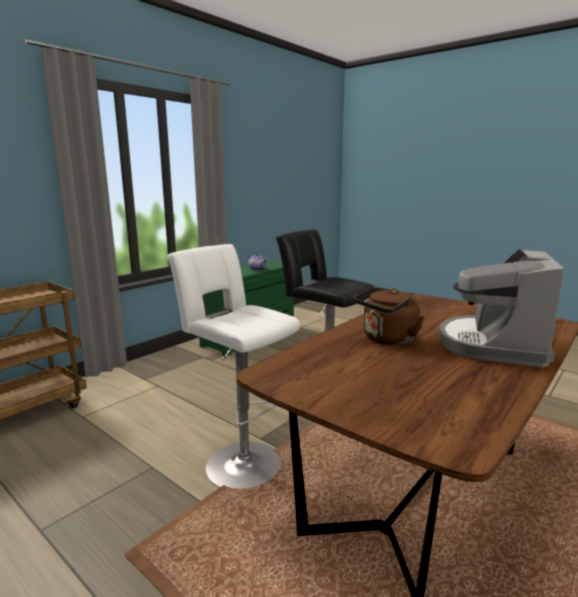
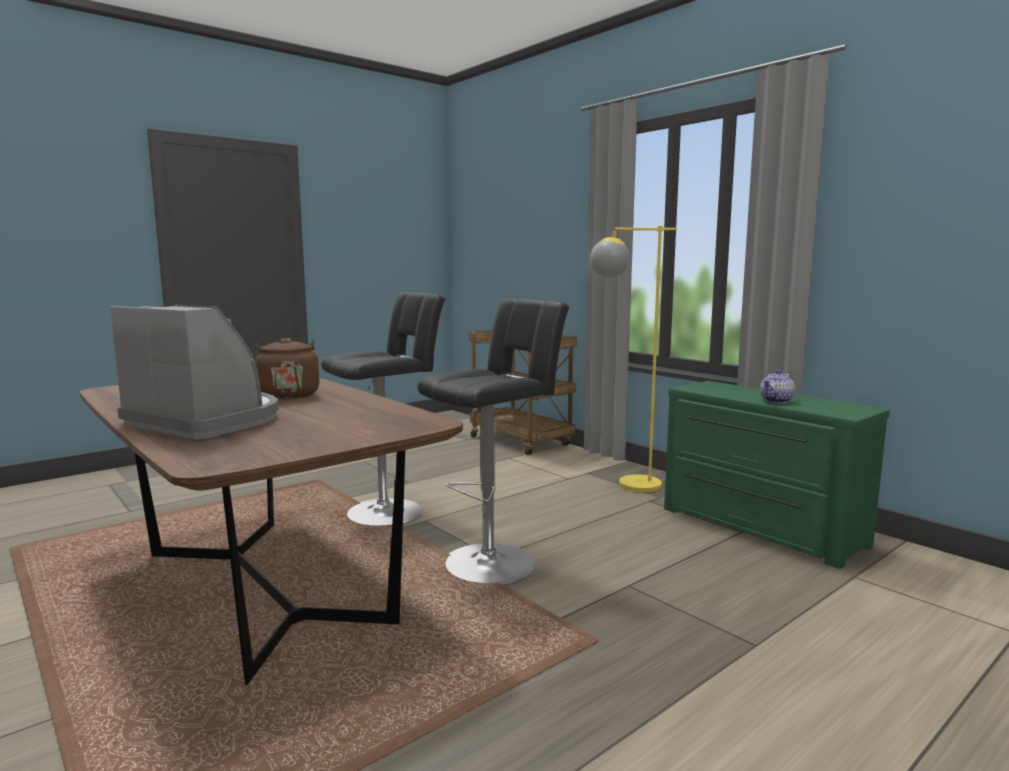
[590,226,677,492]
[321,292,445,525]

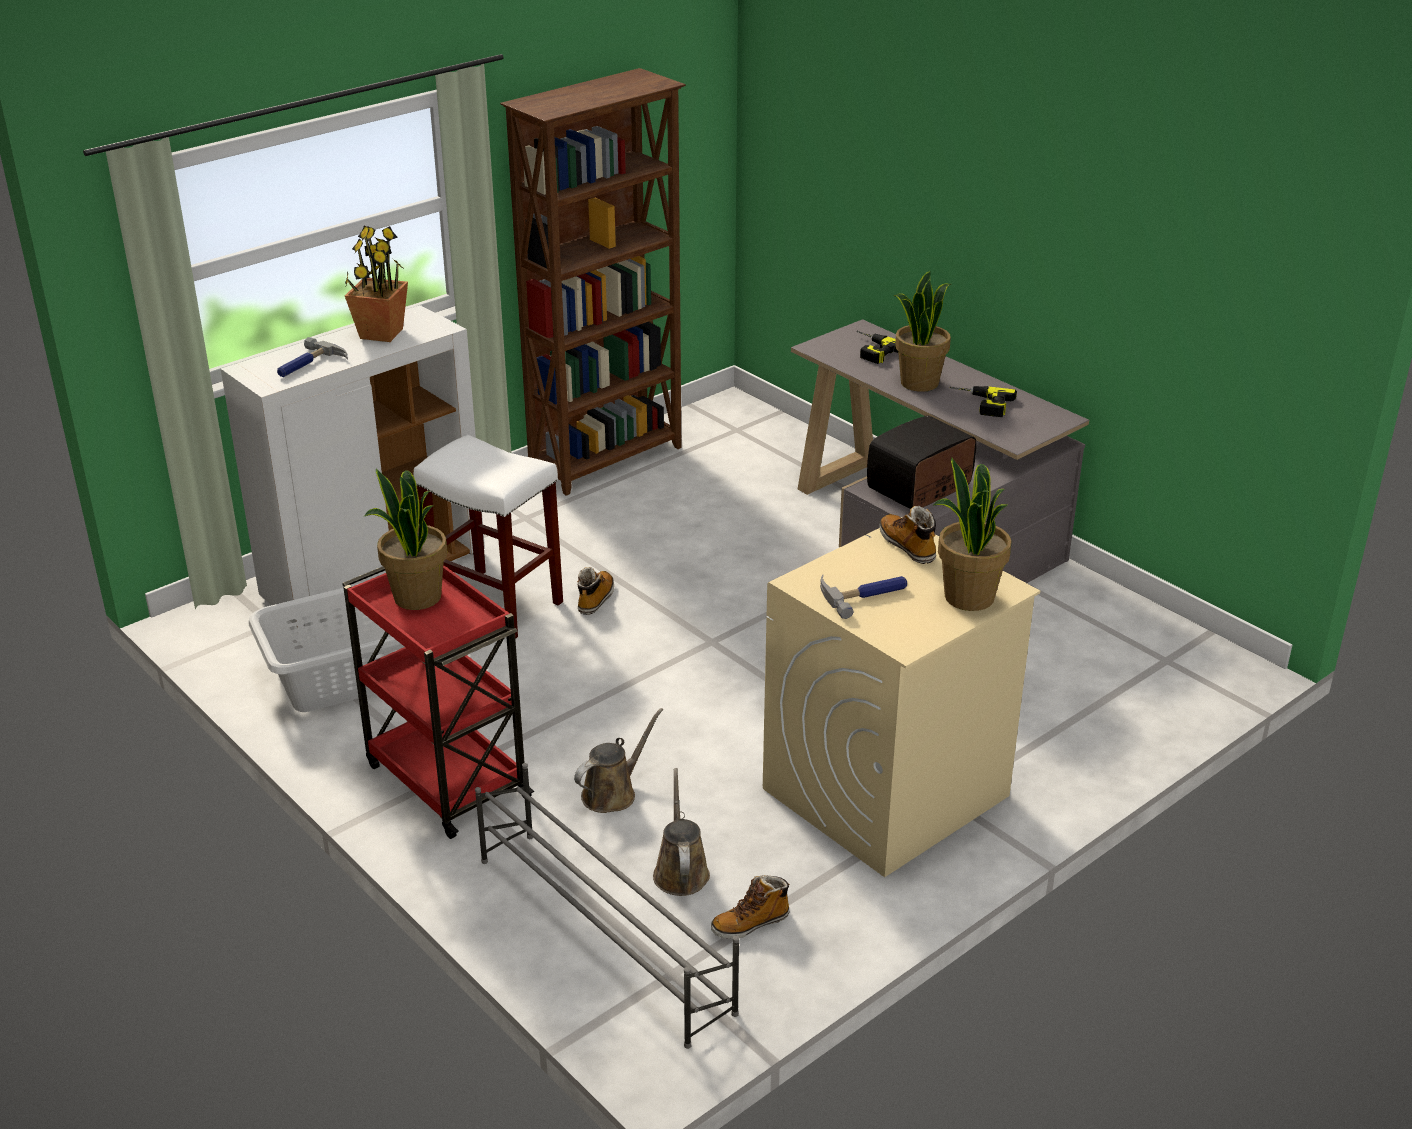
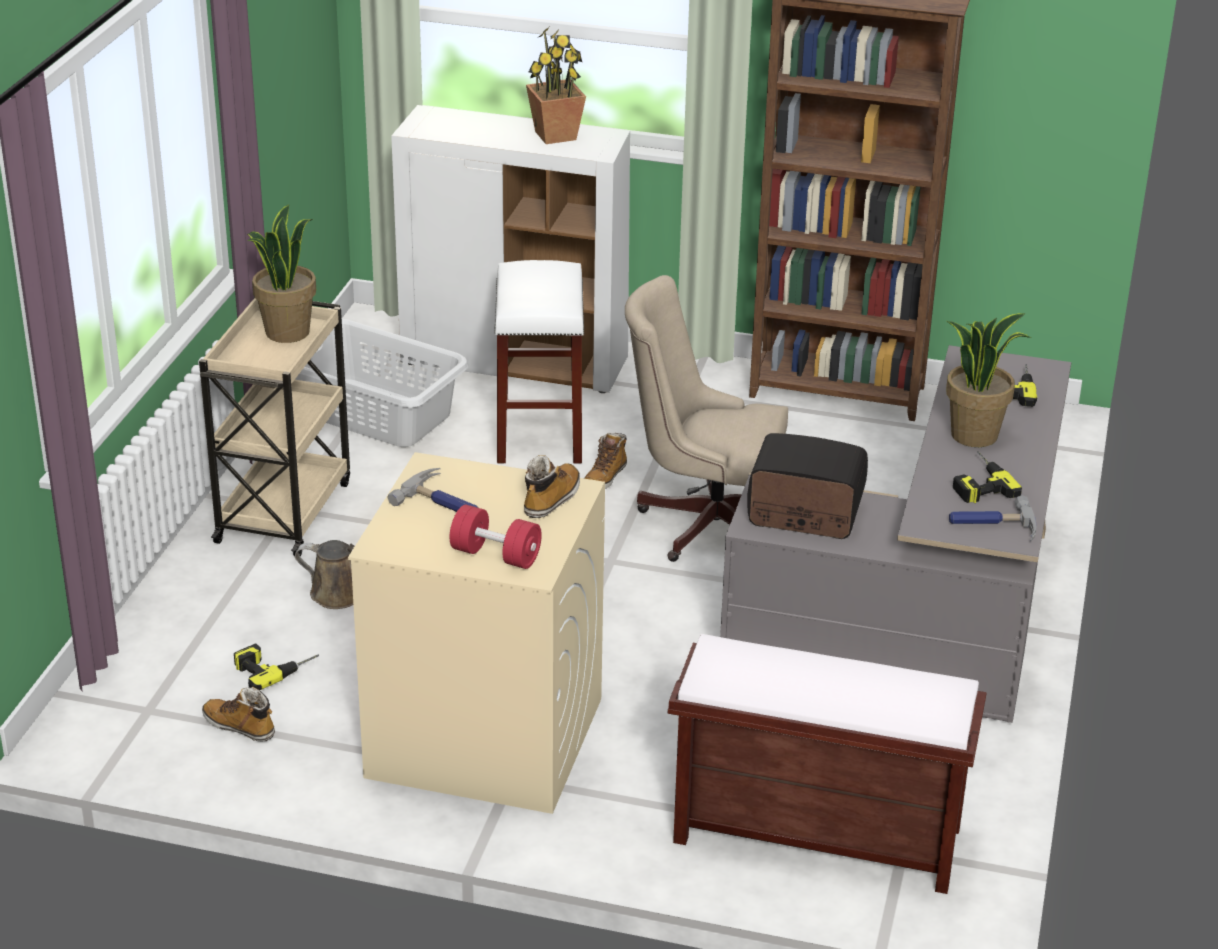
[475,763,739,1049] (first image)
[625,275,788,562]
[668,634,987,894]
[949,495,1036,541]
[234,643,319,690]
[450,505,542,569]
[199,297,350,556]
[584,433,627,489]

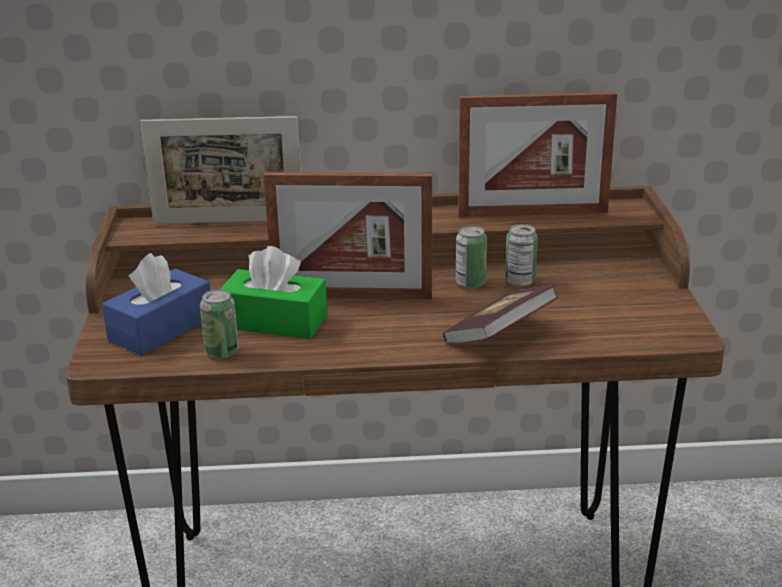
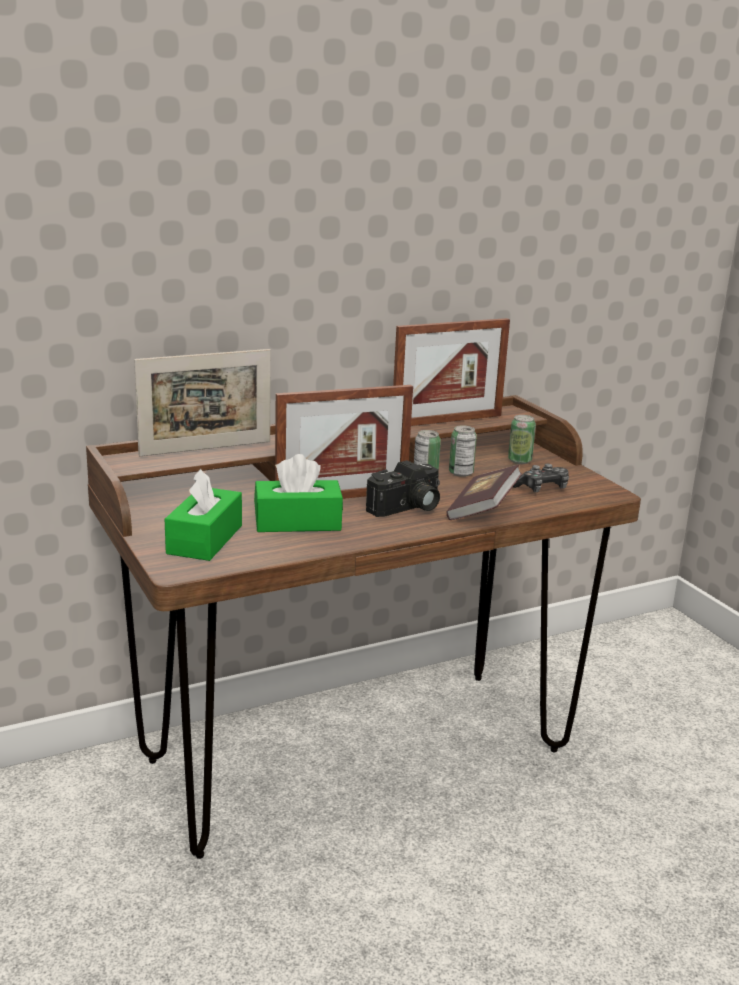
[366,460,440,517]
[513,464,569,492]
[508,415,536,464]
[165,469,242,561]

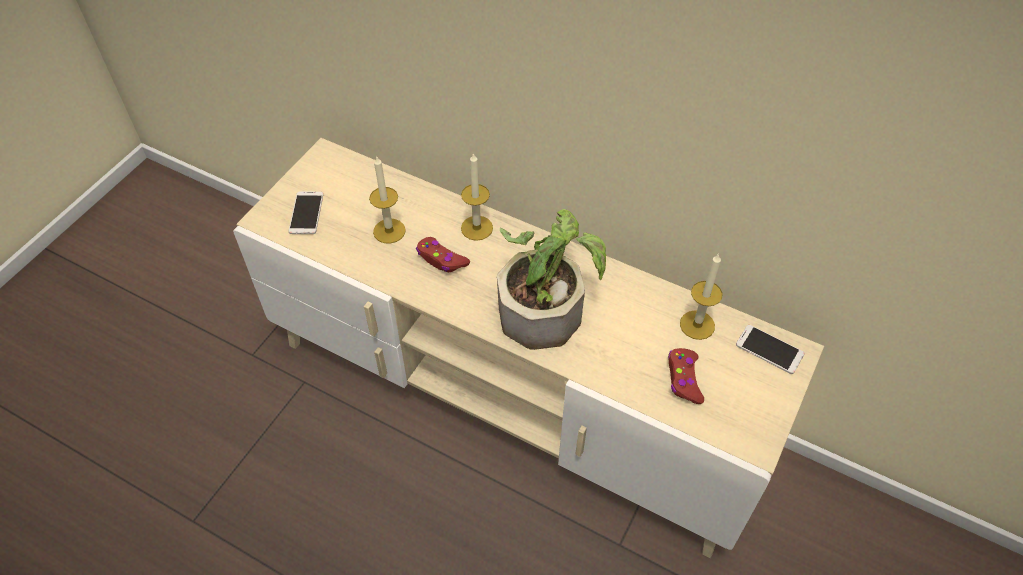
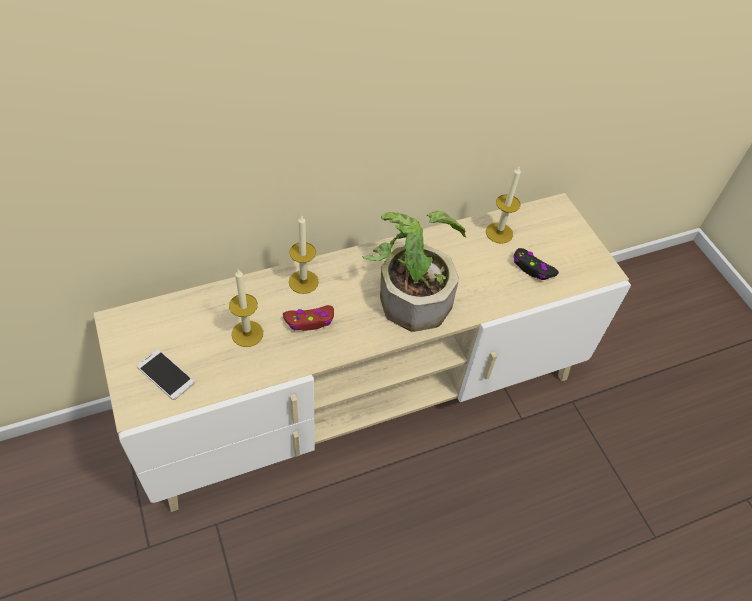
[736,325,804,374] (first image)
[514,248,559,280]

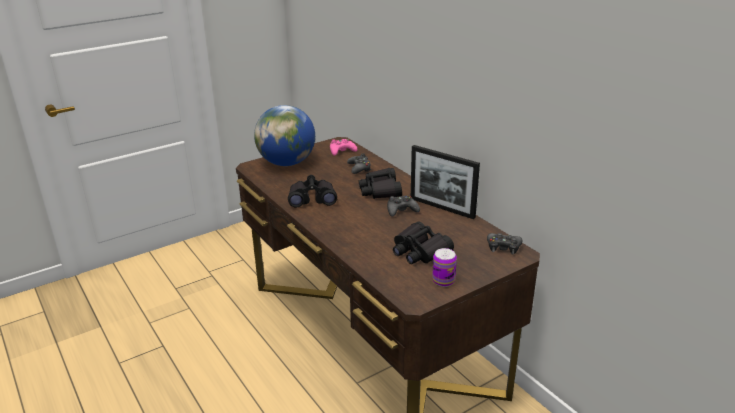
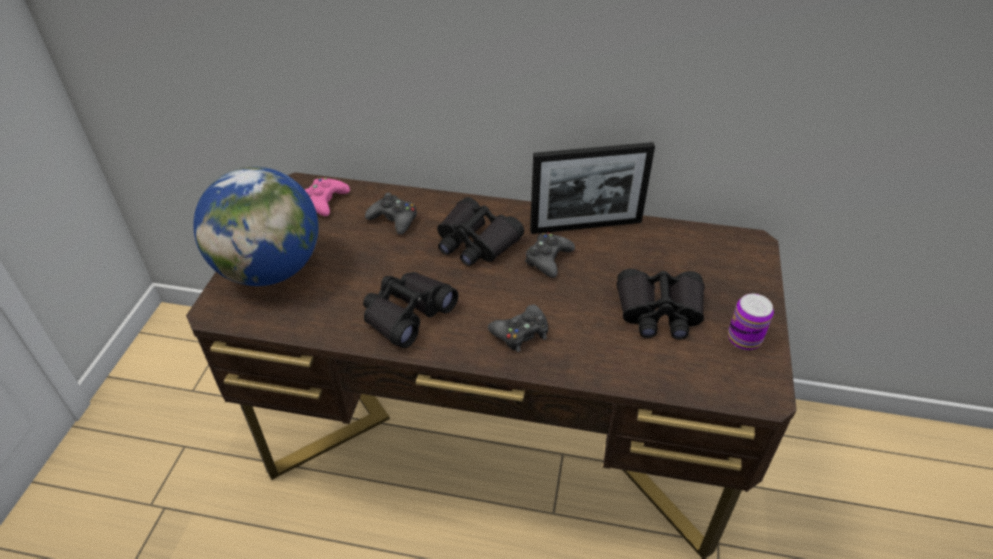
[488,305,548,352]

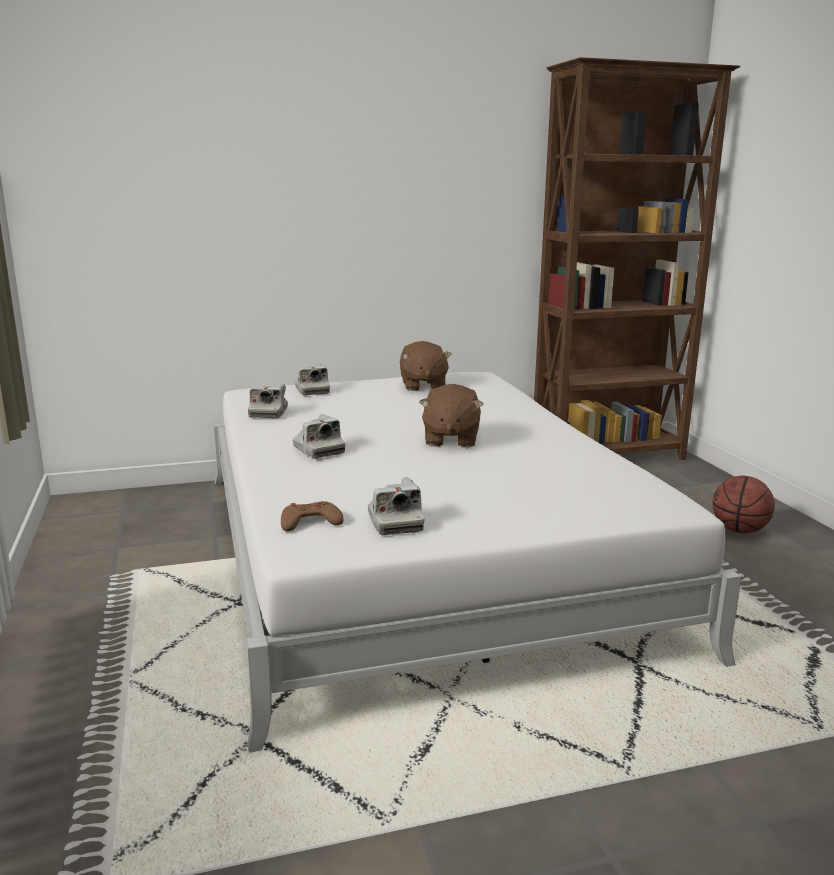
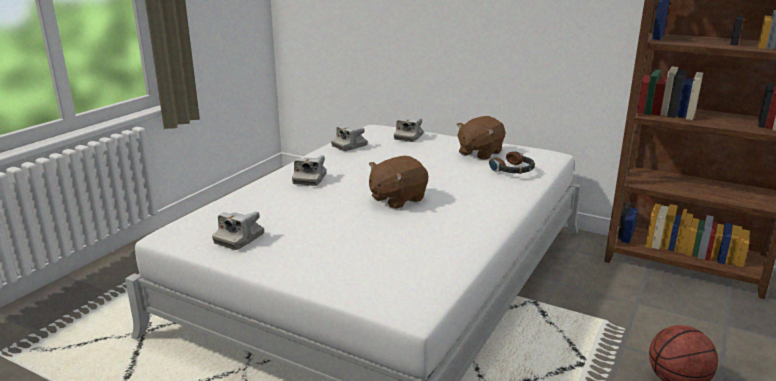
[281,501,343,531] (first image)
[489,151,535,174]

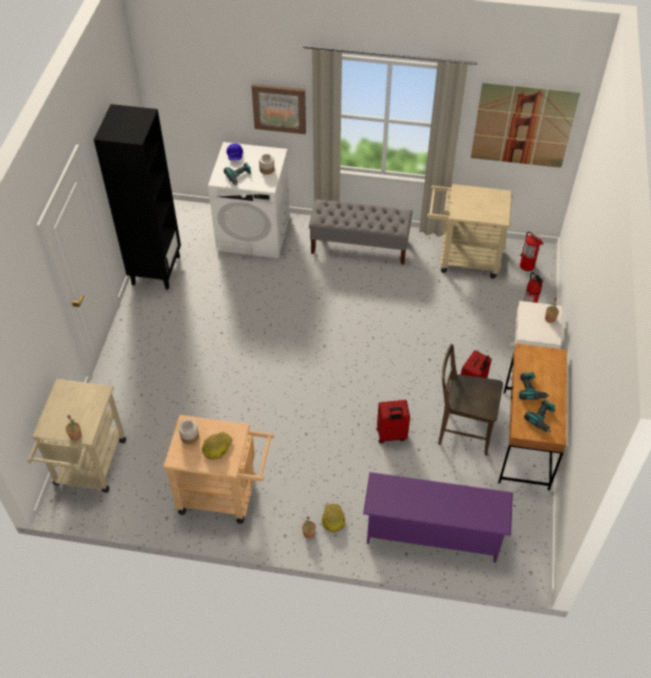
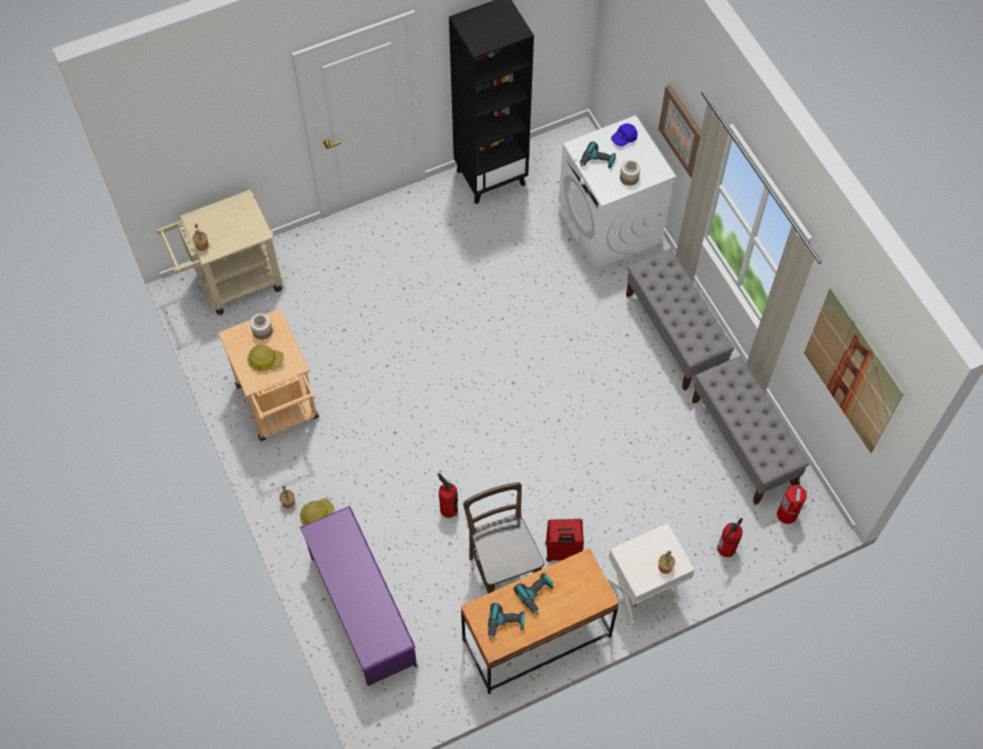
[438,473,458,518]
[692,356,809,505]

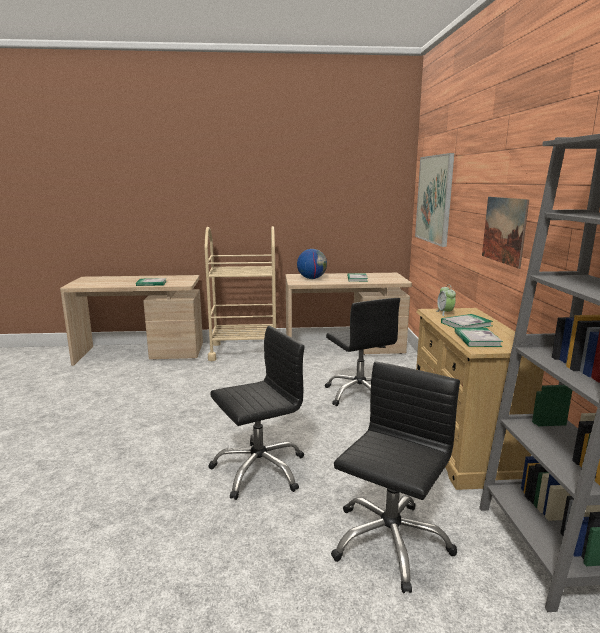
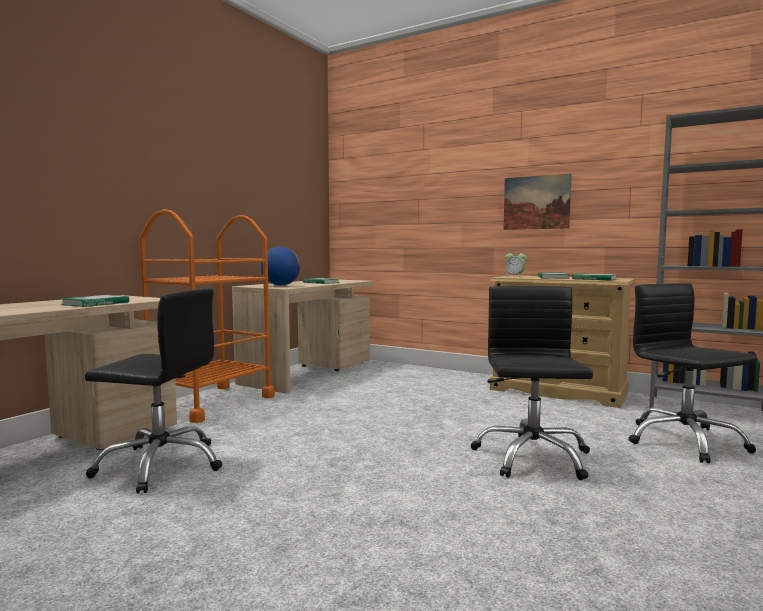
[415,153,454,247] (first image)
[85,288,222,494]
[139,209,275,423]

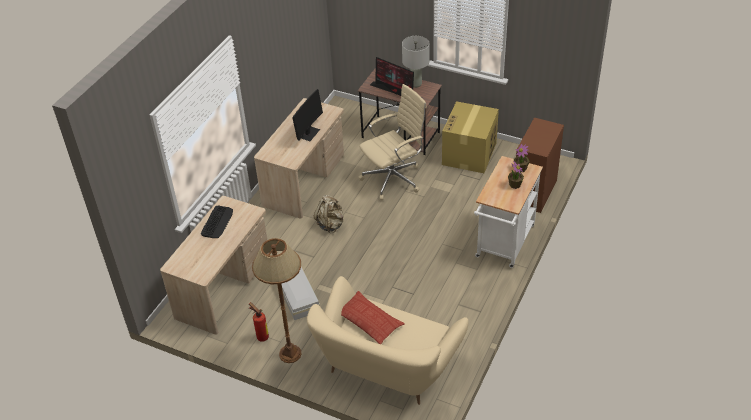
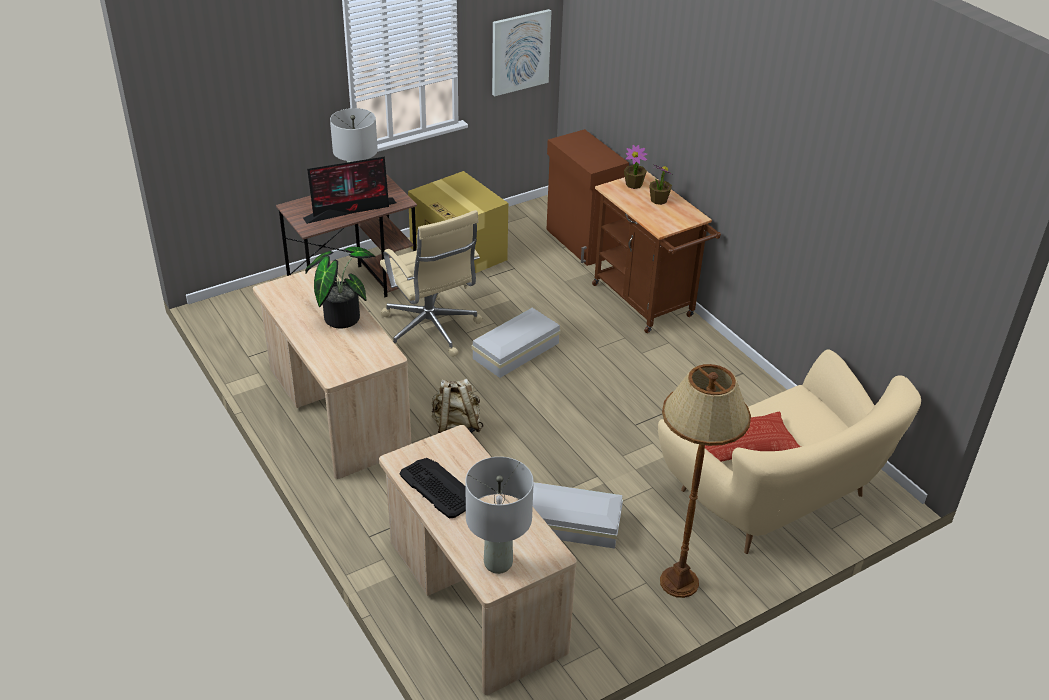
[249,302,269,342] (first image)
[465,457,534,574]
[472,308,561,378]
[492,9,551,96]
[305,247,375,329]
[592,171,721,333]
[380,210,483,357]

